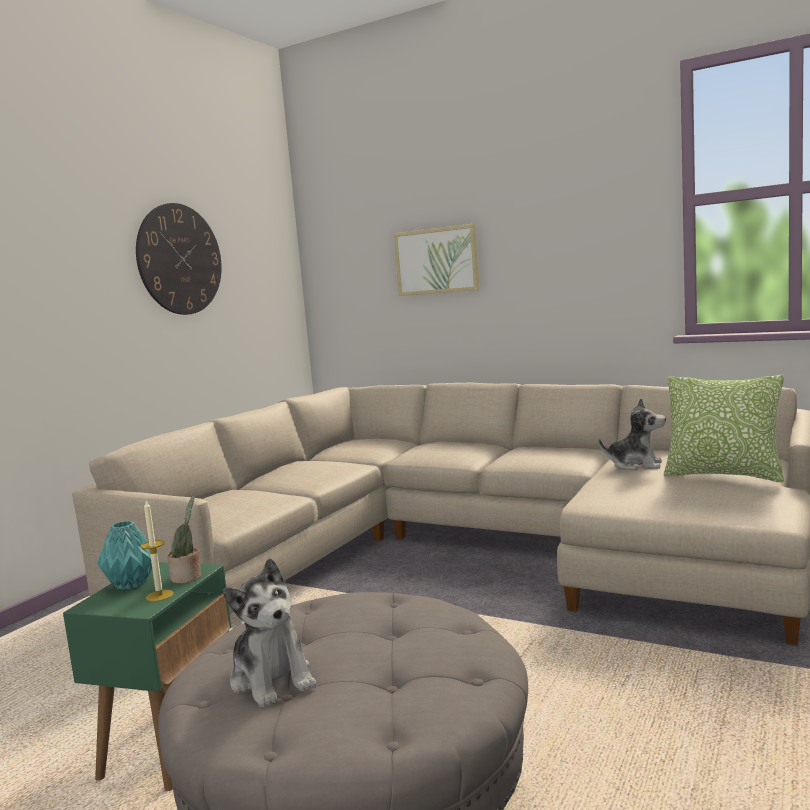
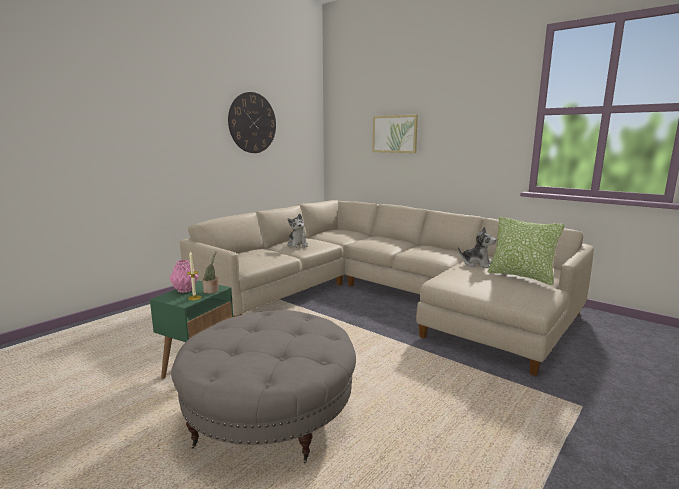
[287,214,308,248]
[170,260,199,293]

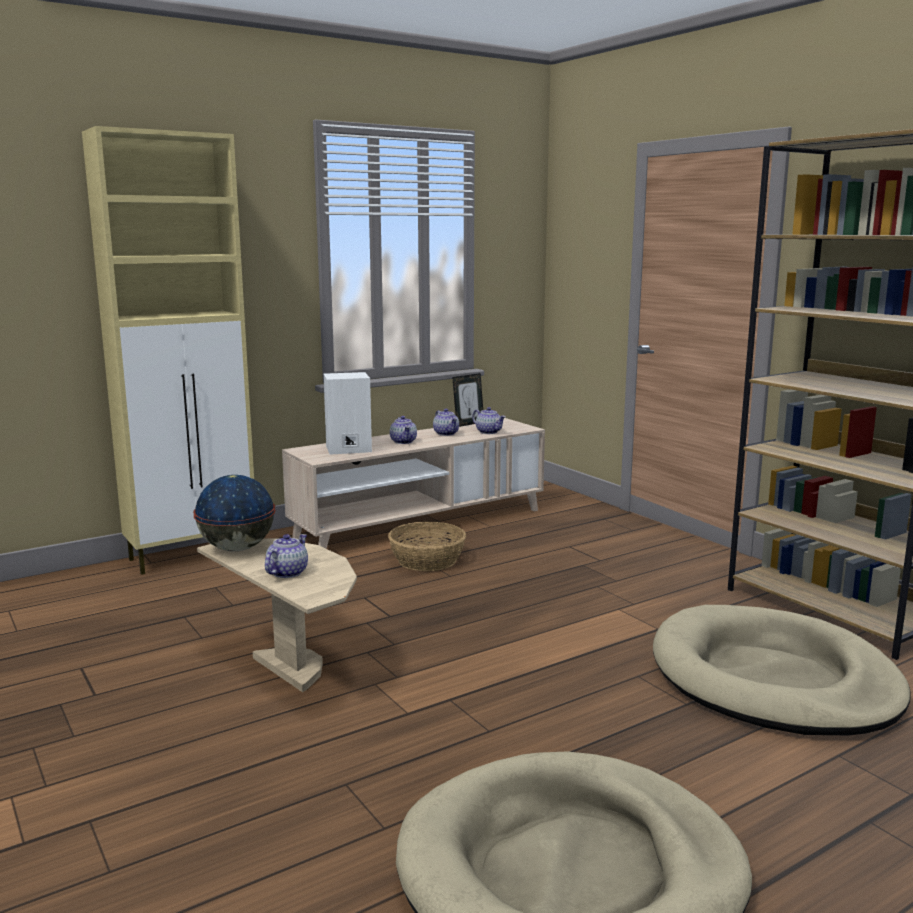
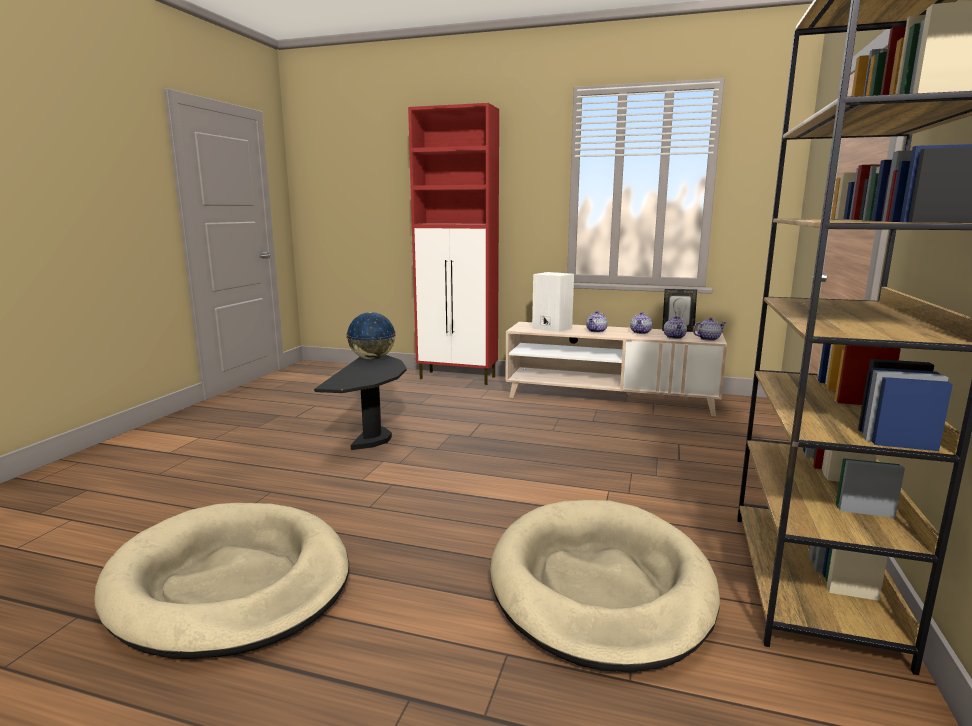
[388,522,466,571] (first image)
[693,317,726,341]
[408,103,499,385]
[314,355,407,450]

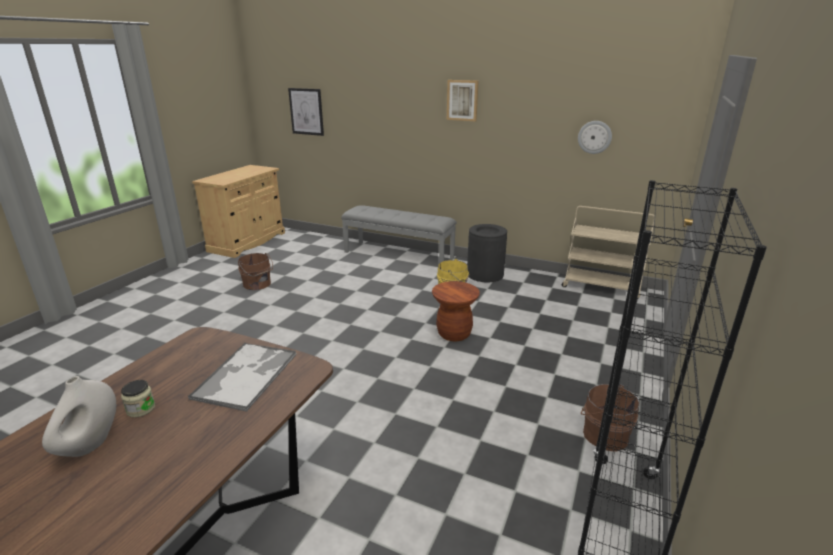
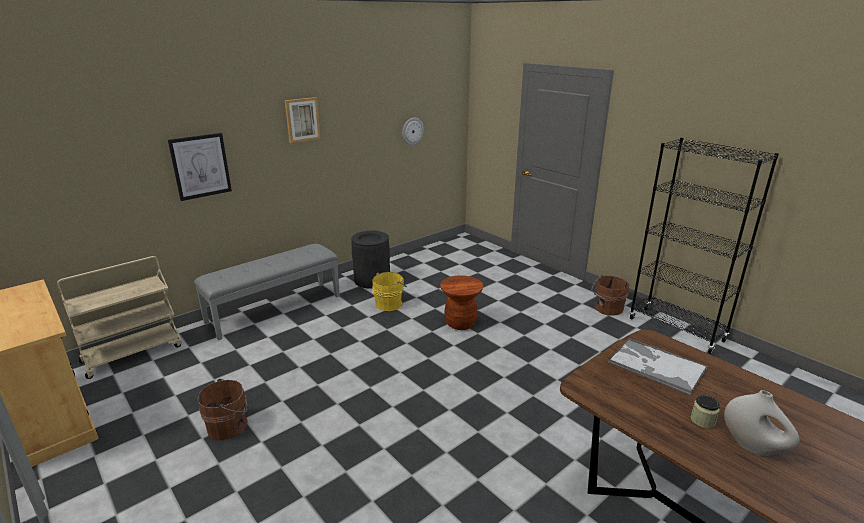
[168,133,232,201]
[57,256,182,379]

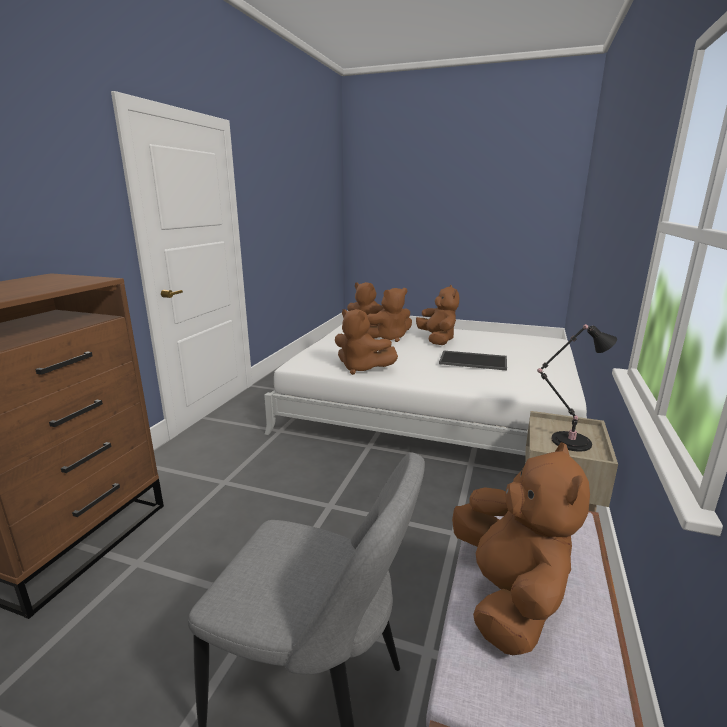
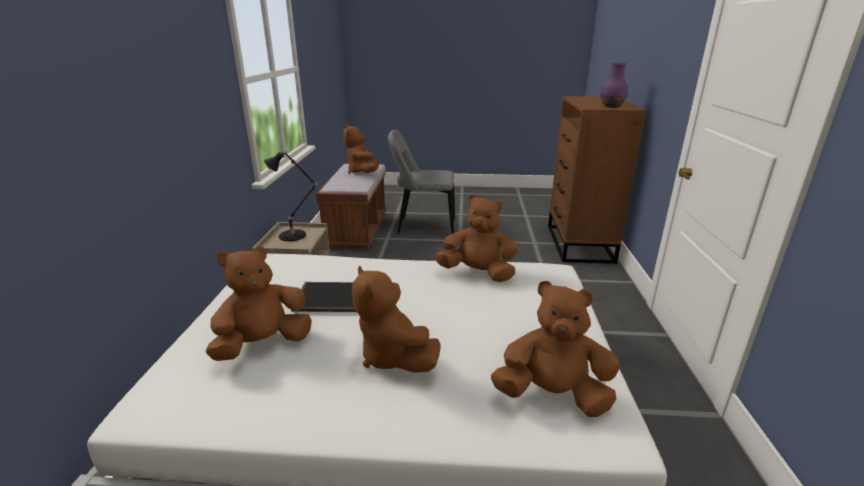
[600,63,628,108]
[206,246,312,361]

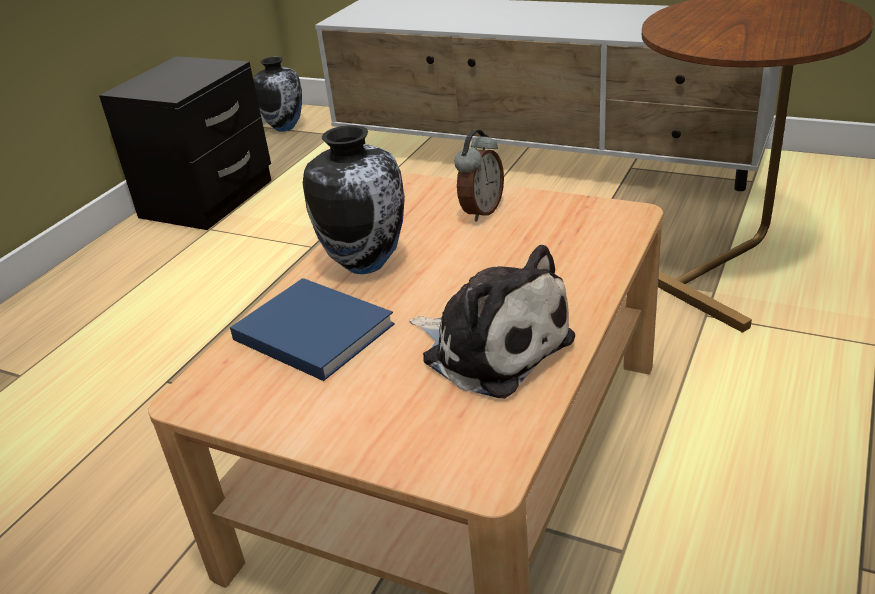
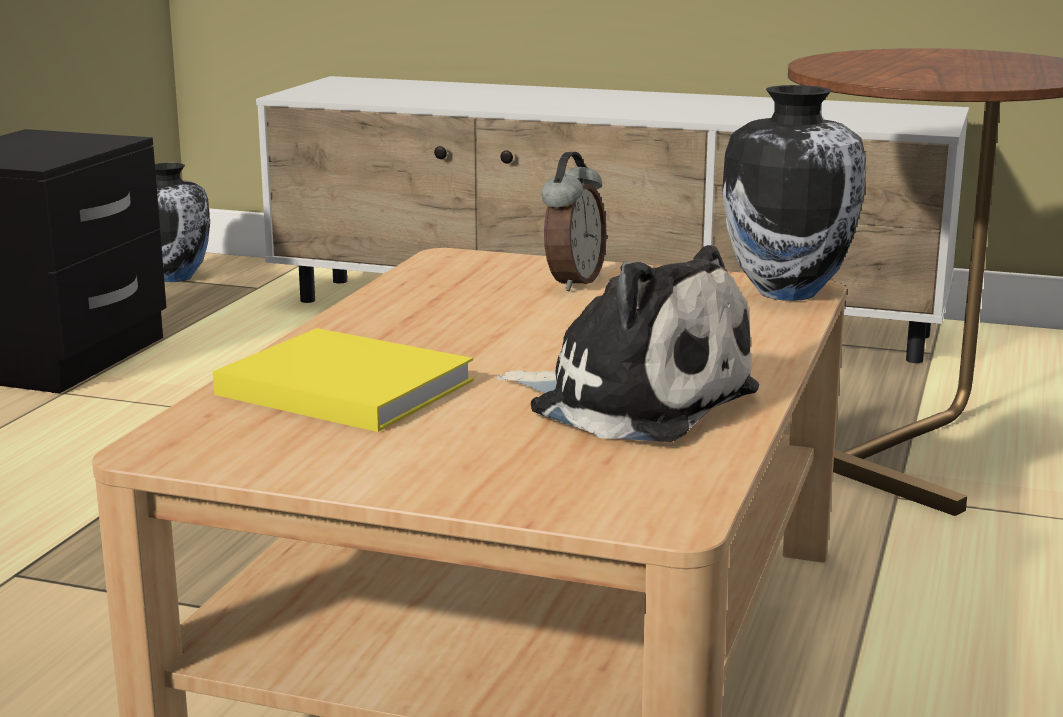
[722,85,866,301]
[213,328,474,432]

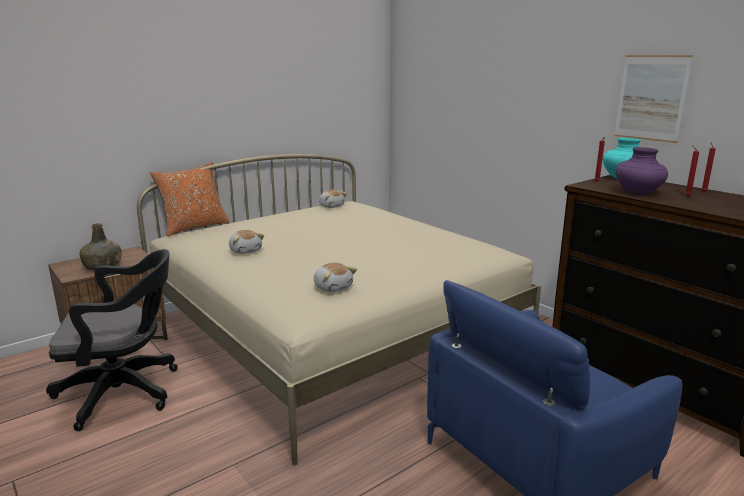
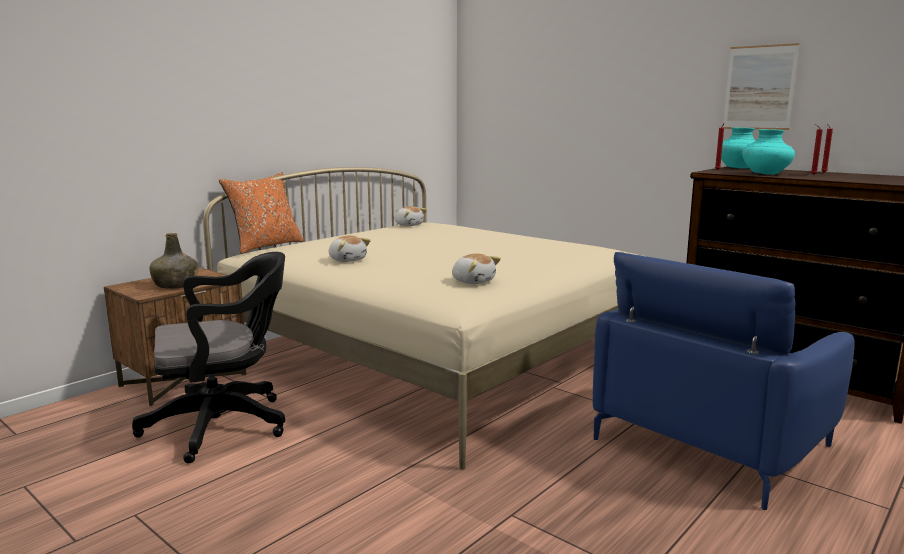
[742,129,795,175]

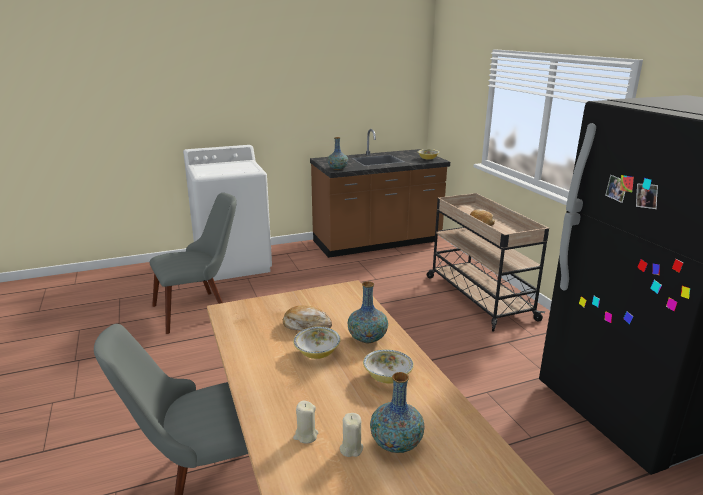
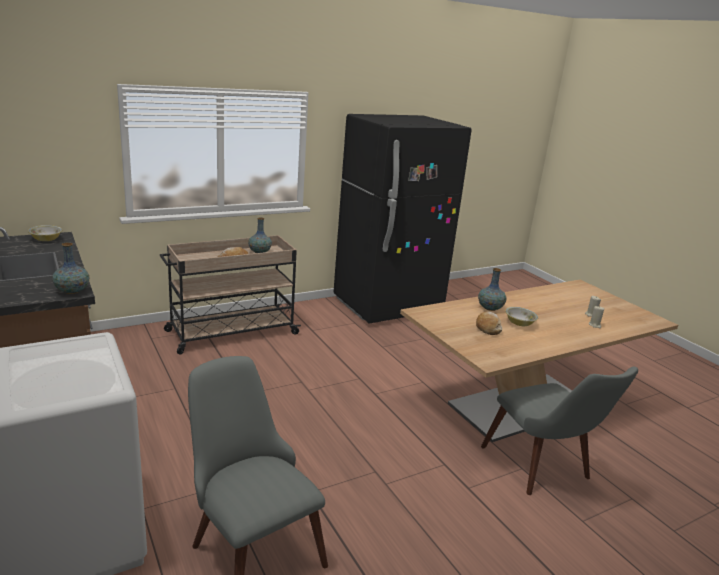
[363,349,414,384] (first image)
[248,217,272,253]

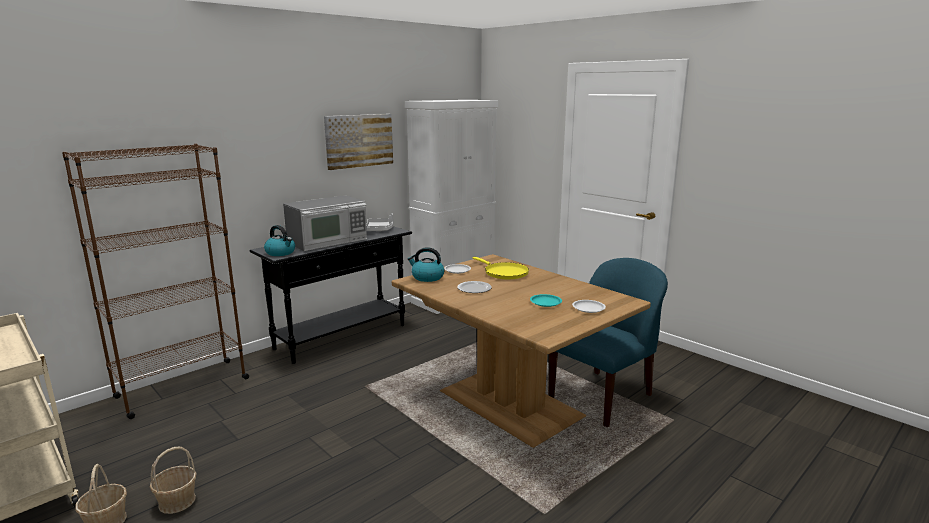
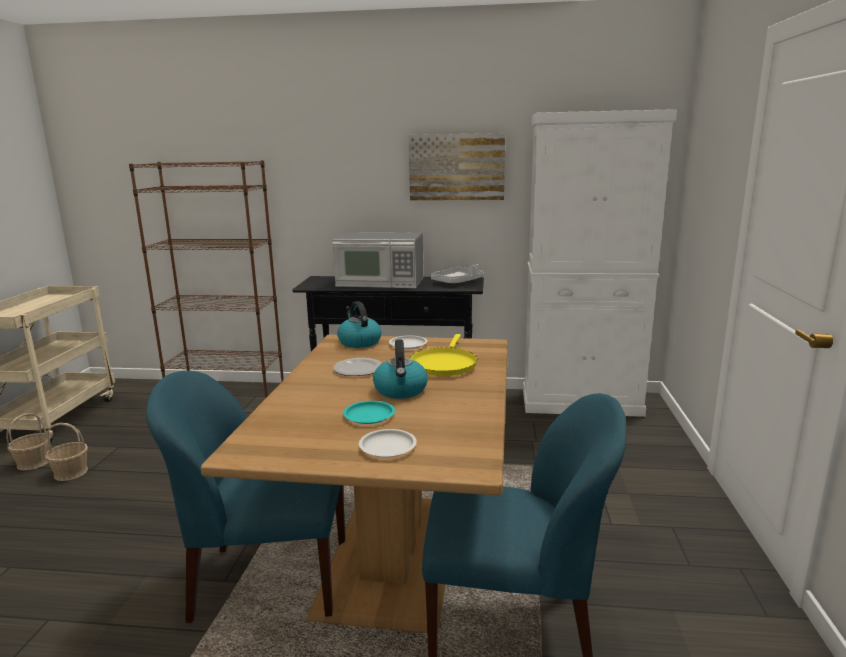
[146,371,345,623]
[373,339,428,399]

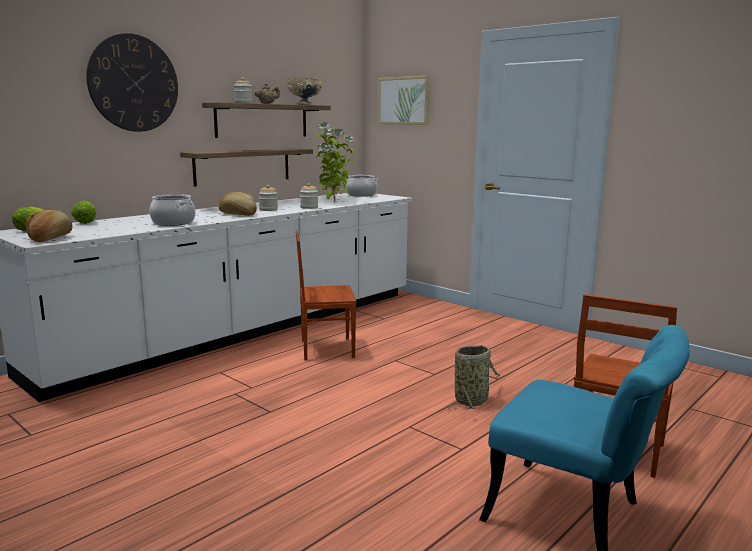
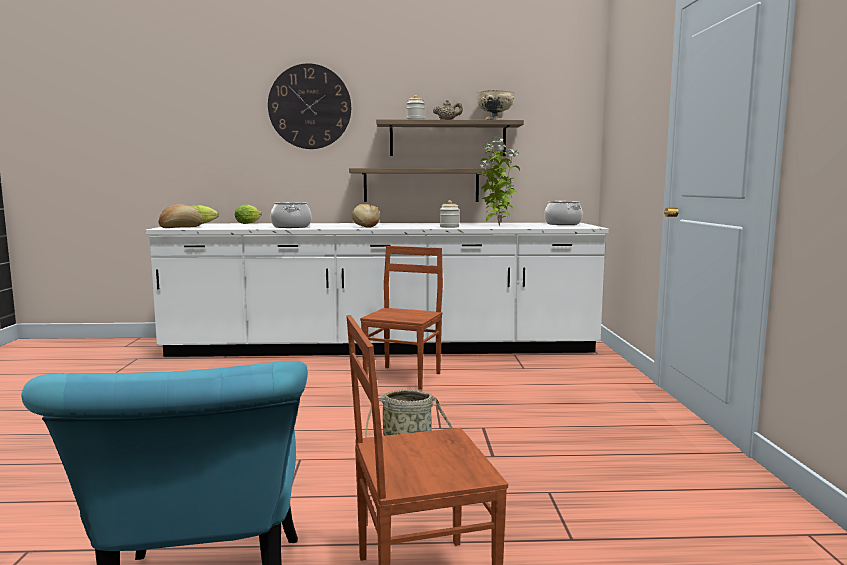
[259,185,278,211] (first image)
[378,75,430,125] (first image)
[360,246,443,390]

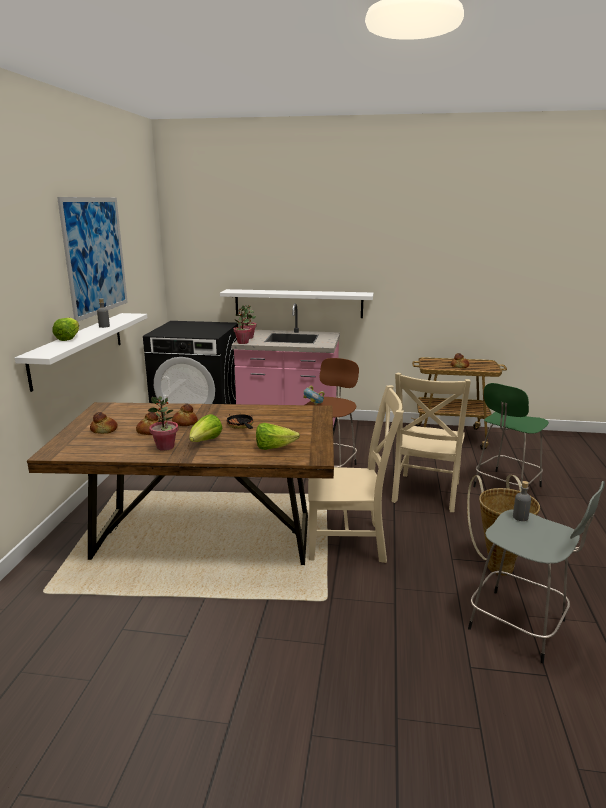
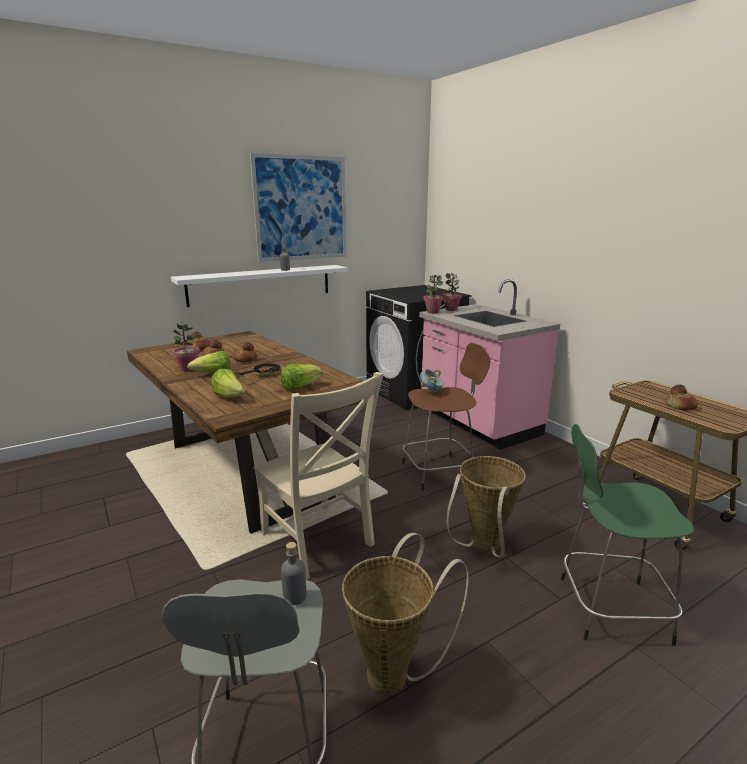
[220,289,373,318] (first image)
[281,364,322,391]
[446,456,526,557]

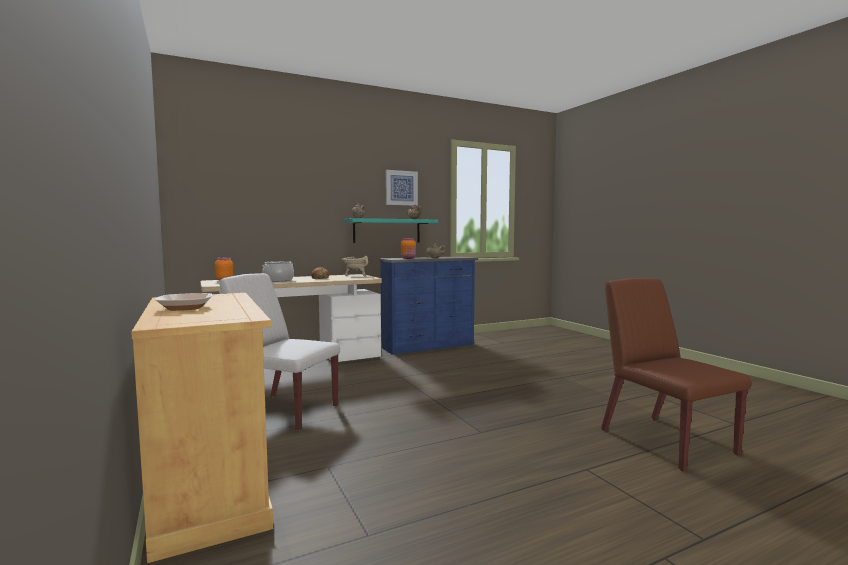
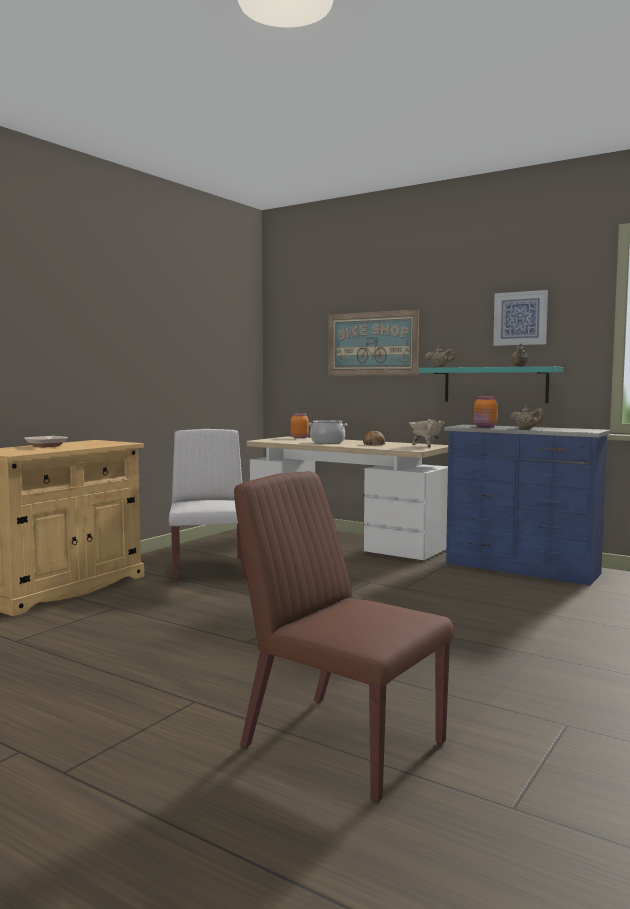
[328,309,419,376]
[234,471,454,803]

